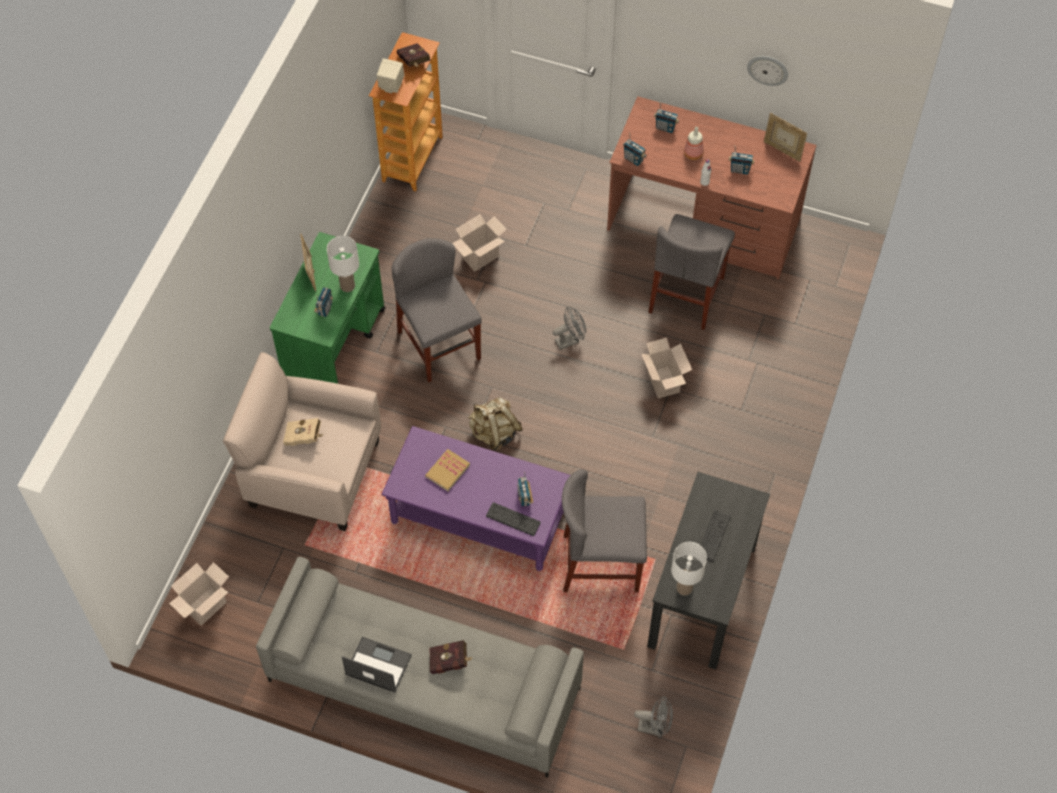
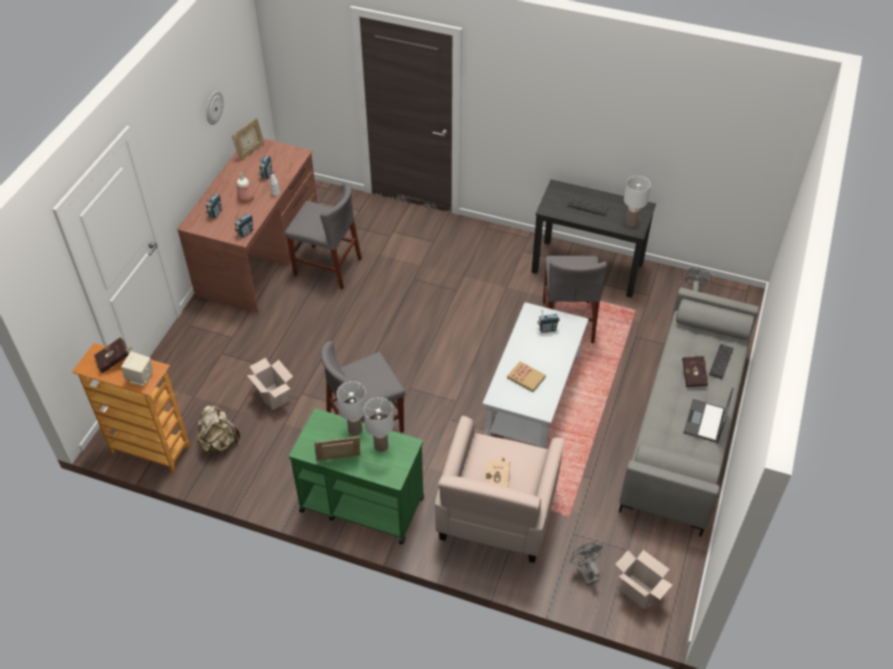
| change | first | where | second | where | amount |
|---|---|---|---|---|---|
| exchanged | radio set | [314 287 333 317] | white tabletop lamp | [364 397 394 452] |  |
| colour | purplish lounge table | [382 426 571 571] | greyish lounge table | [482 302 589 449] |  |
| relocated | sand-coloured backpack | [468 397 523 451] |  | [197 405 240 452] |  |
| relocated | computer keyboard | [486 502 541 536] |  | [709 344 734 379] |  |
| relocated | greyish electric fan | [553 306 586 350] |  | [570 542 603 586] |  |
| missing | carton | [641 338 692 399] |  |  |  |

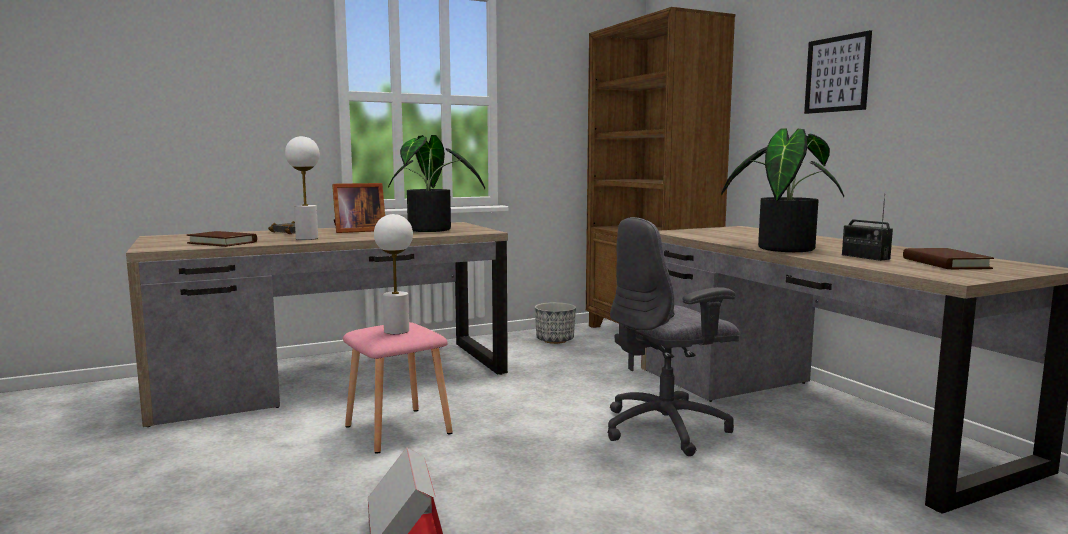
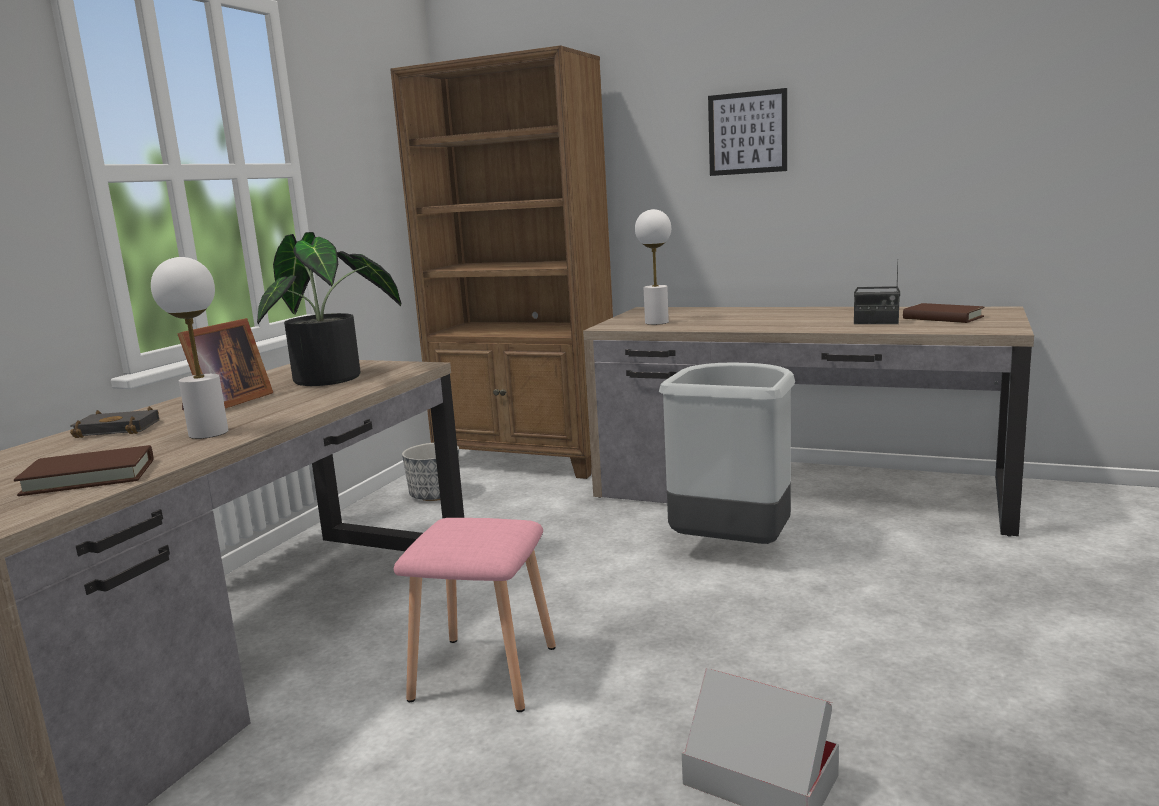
| change | first | where | second | where | amount |
|---|---|---|---|---|---|
| relocated | white tabletop lamp | [374 214 413 334] |  | [635 209 671 325] |  |
| exchanged | greyish desk chair | [608 217 740 456] | greyish rubbish bin | [659 362 795 544] |  |
| missing | houseplant | [721 128 844 252] |  |  |  |

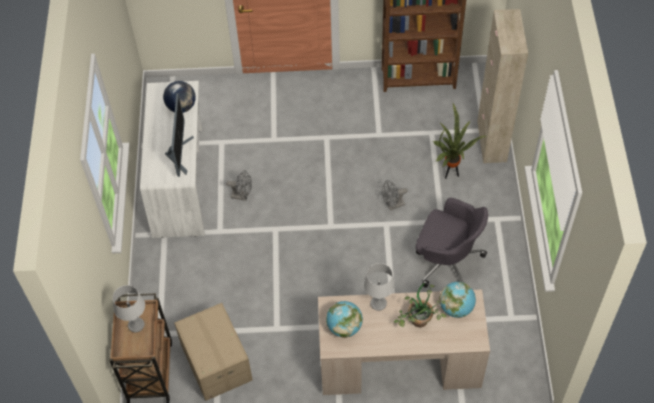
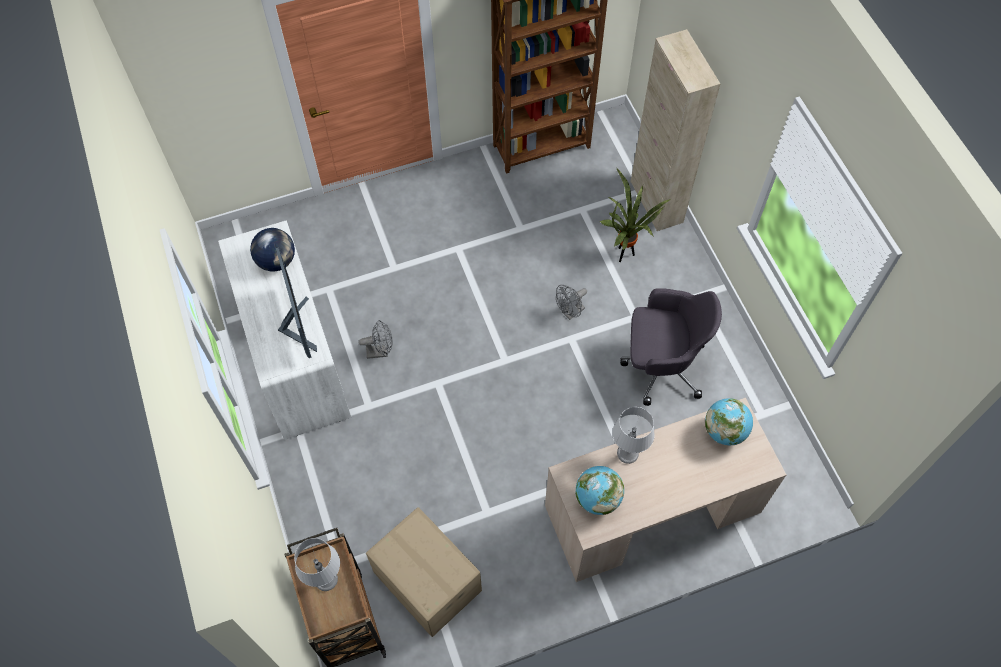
| change | first | where | second | where | amount |
|---|---|---|---|---|---|
| missing | houseplant | [394 283 447 328] |  |  |  |

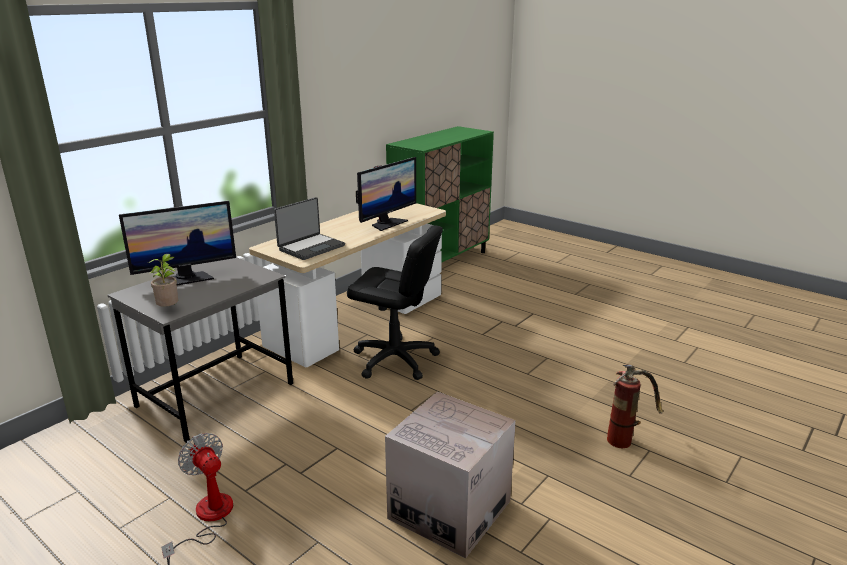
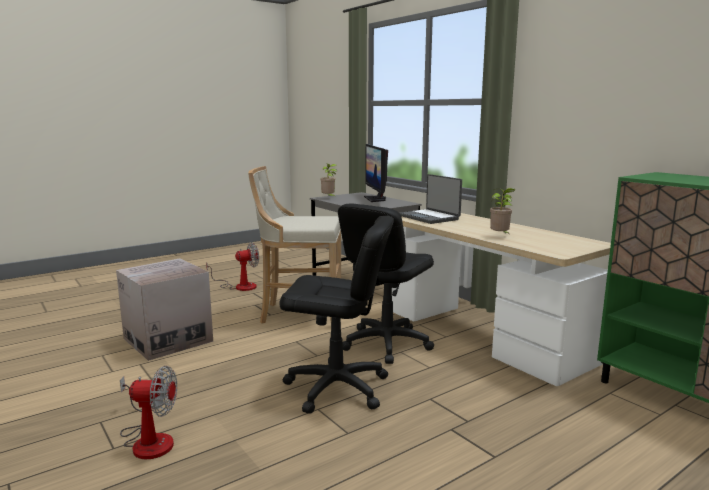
| change | first | where | second | where | amount |
|---|---|---|---|---|---|
| exchanged | computer screen | [356 157 416 231] | houseplant | [490 188 516 234] |  |
| exchanged | extinguisher | [607 365 663 448] | electric fan | [120 366 177 459] |  |
| appeared |  |  | sand-coloured stool seat | [248 166 341 324] |  |
| appeared |  |  | black-coloured desk chair | [279 216 394 414] |  |

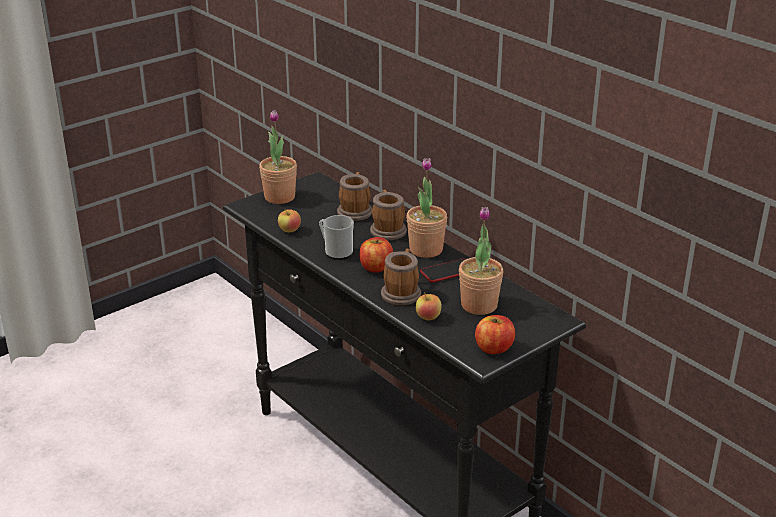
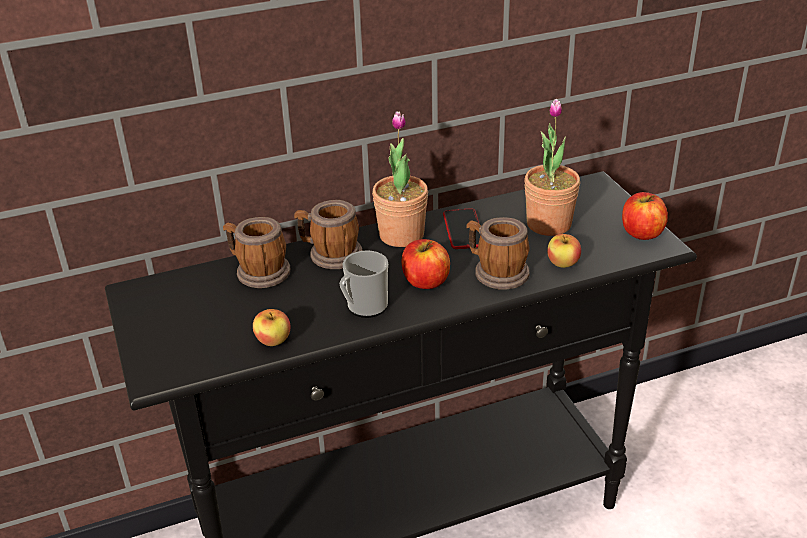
| change | first | where | second | where | amount |
|---|---|---|---|---|---|
| missing | houseplant | [259 110 297 204] |  |  |  |

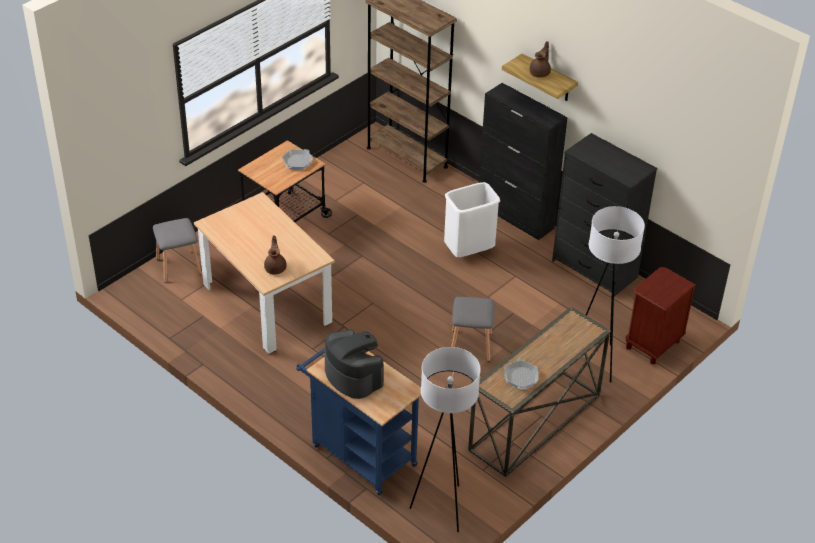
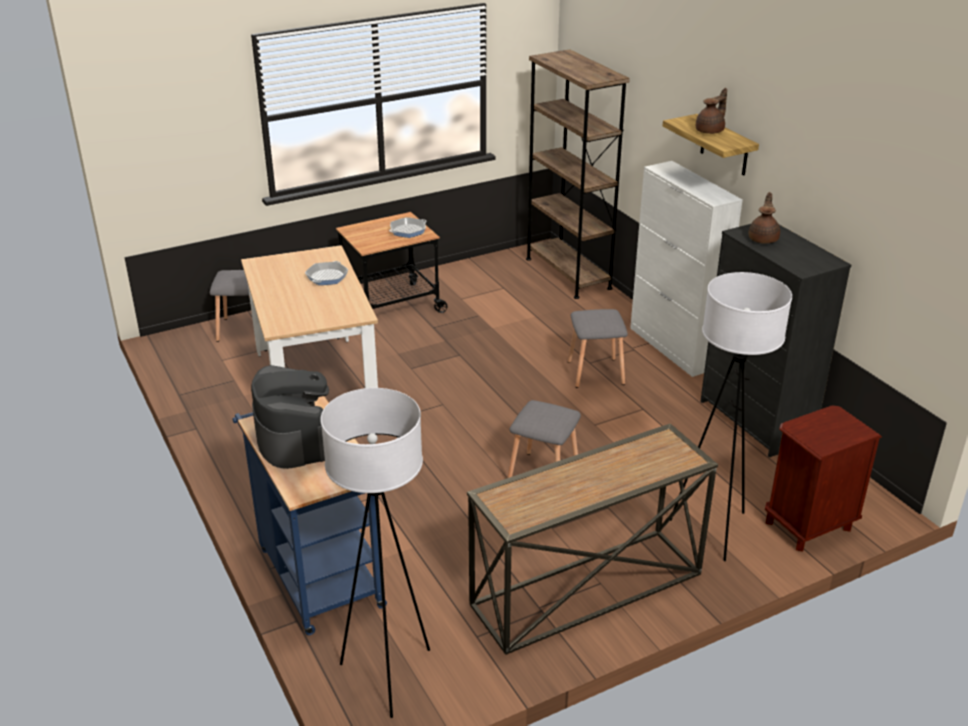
| change | first | where | second | where | amount |
|---|---|---|---|---|---|
| relocated | brownish teapot | [264 235 286 275] |  | [749 192 780 243] |  |
| exchanged | white rubbish bin | [444 182 500 257] | greyish stool seat | [568 309 628 388] |  |
| colour | black-coloured cupboard | [479 83 568 240] | white cupboard | [630 161 743 377] |  |
| relocated | pan | [504 359 539 389] |  | [305 261 348 285] |  |

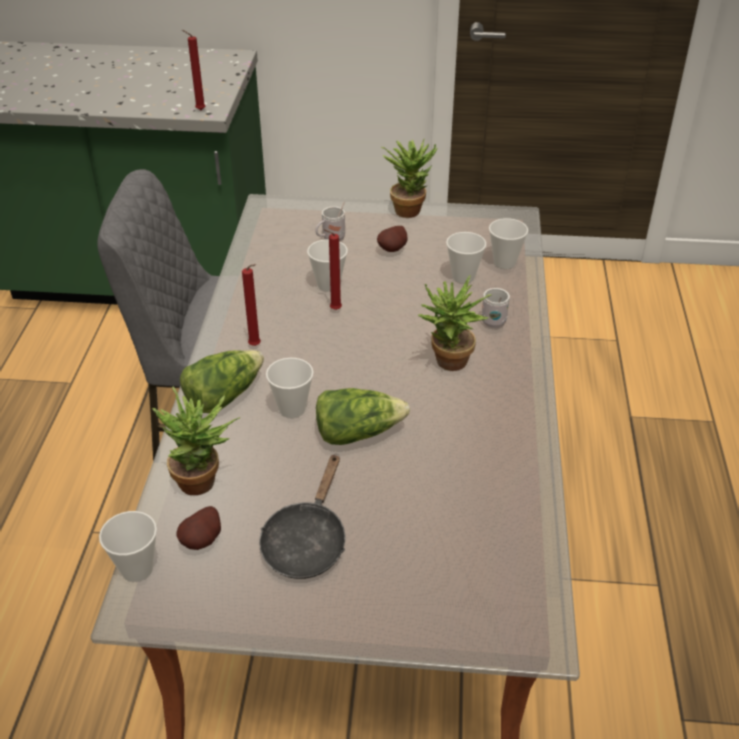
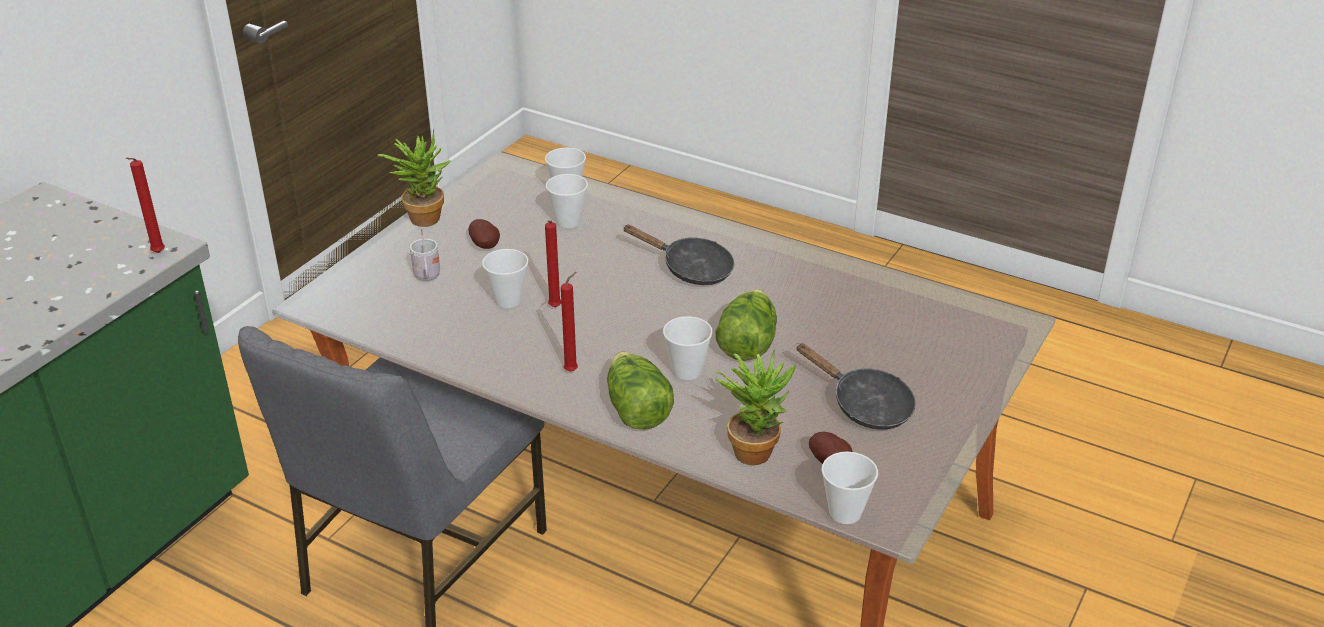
| change | first | where | second | where | amount |
|---|---|---|---|---|---|
| exchanged | houseplant | [418 275 492 371] | black-coloured pan | [623 225 734 285] |  |
| missing | white mug | [482 288 510 328] |  |  |  |

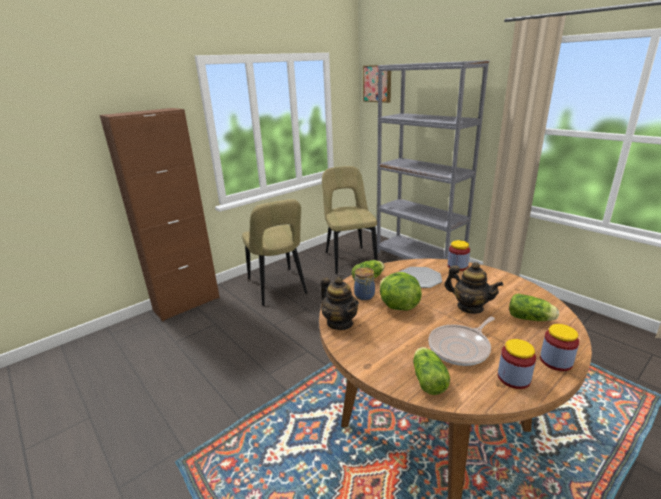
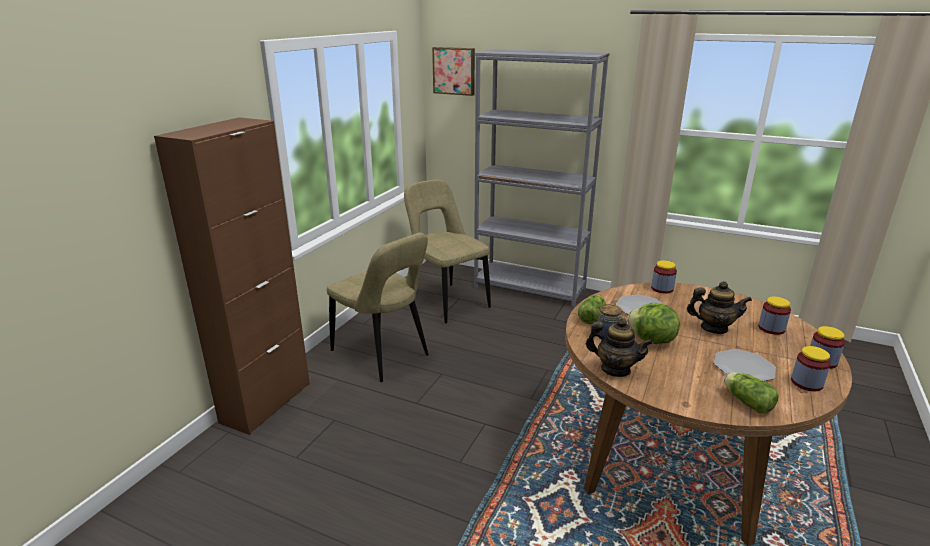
| change | first | where | second | where | amount |
|---|---|---|---|---|---|
| exchanged | pan | [428 317 495 366] | plate | [714 349 776 381] |  |
| exchanged | head of lettuce | [509 294 559 321] | jar | [758 296 791 335] |  |

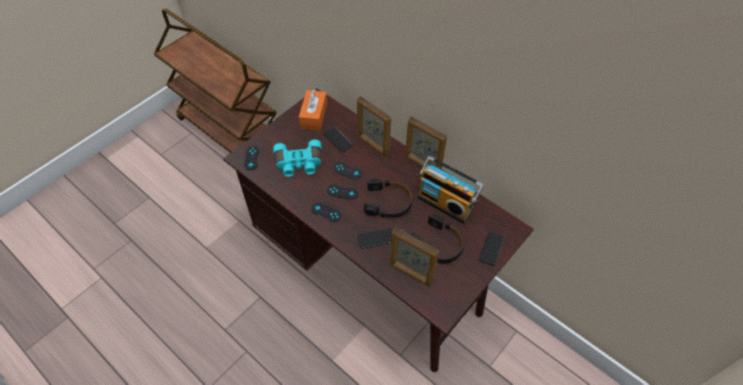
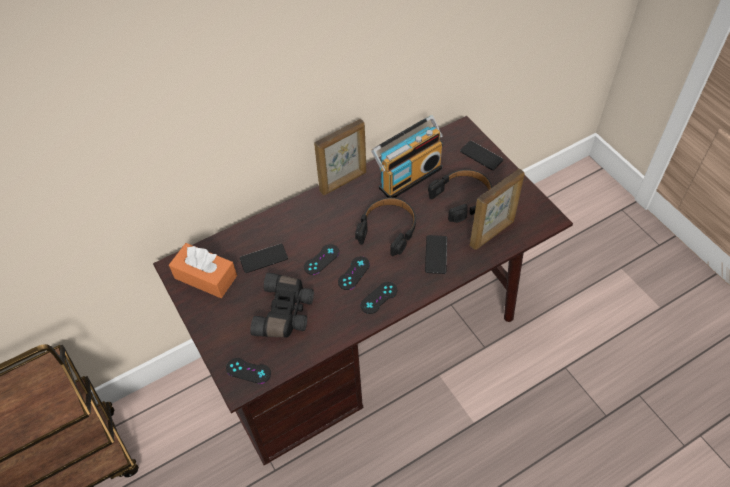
| change | first | where | second | where | amount |
|---|---|---|---|---|---|
| colour | blue-green pair of binoculars | [273 140 322 177] | black-coloured pair of binoculars | [250 273 314 338] |  |
| missing | picture frame | [357 96 391 157] |  |  |  |

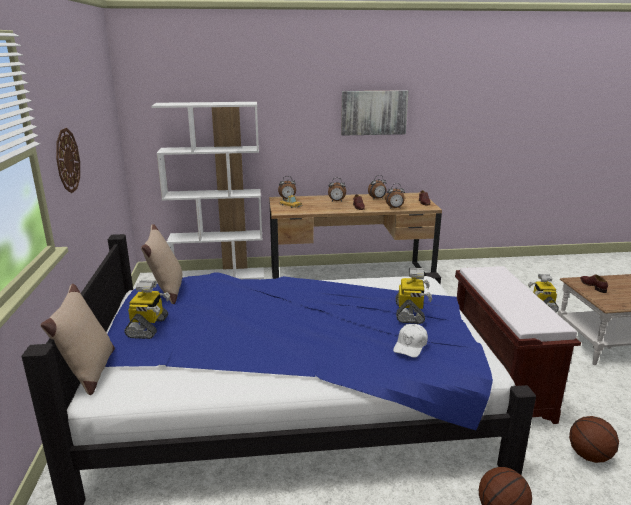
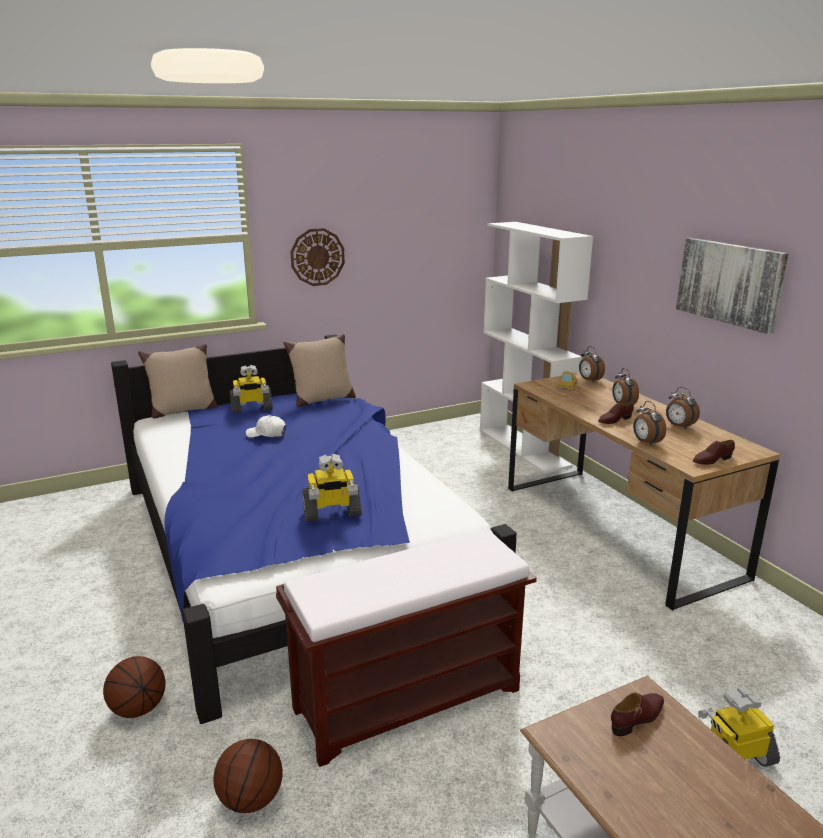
| change | first | where | second | where | amount |
|---|---|---|---|---|---|
| relocated | white cap | [393 324 428 358] |  | [246 415 286 437] |  |

